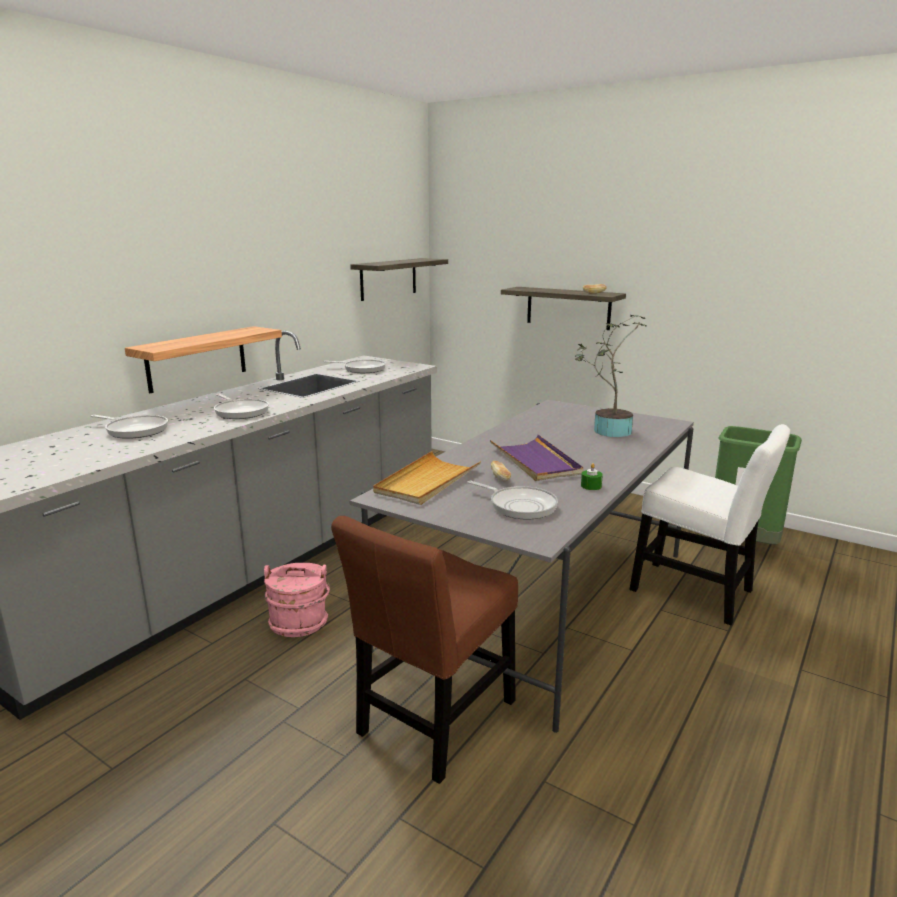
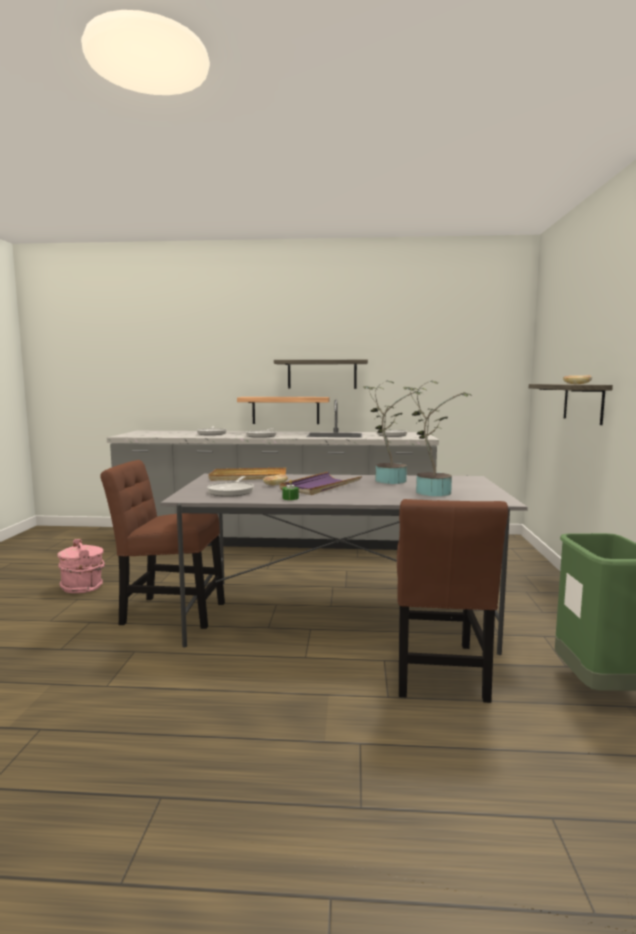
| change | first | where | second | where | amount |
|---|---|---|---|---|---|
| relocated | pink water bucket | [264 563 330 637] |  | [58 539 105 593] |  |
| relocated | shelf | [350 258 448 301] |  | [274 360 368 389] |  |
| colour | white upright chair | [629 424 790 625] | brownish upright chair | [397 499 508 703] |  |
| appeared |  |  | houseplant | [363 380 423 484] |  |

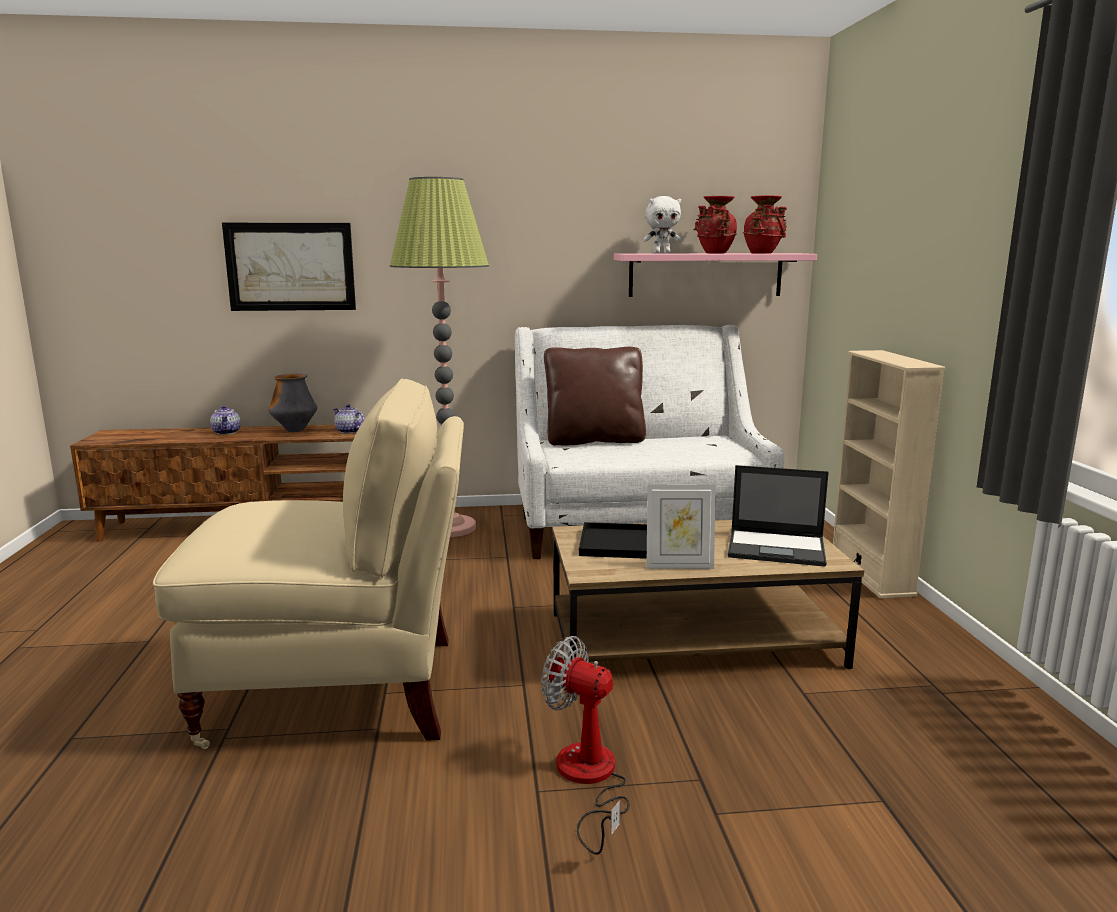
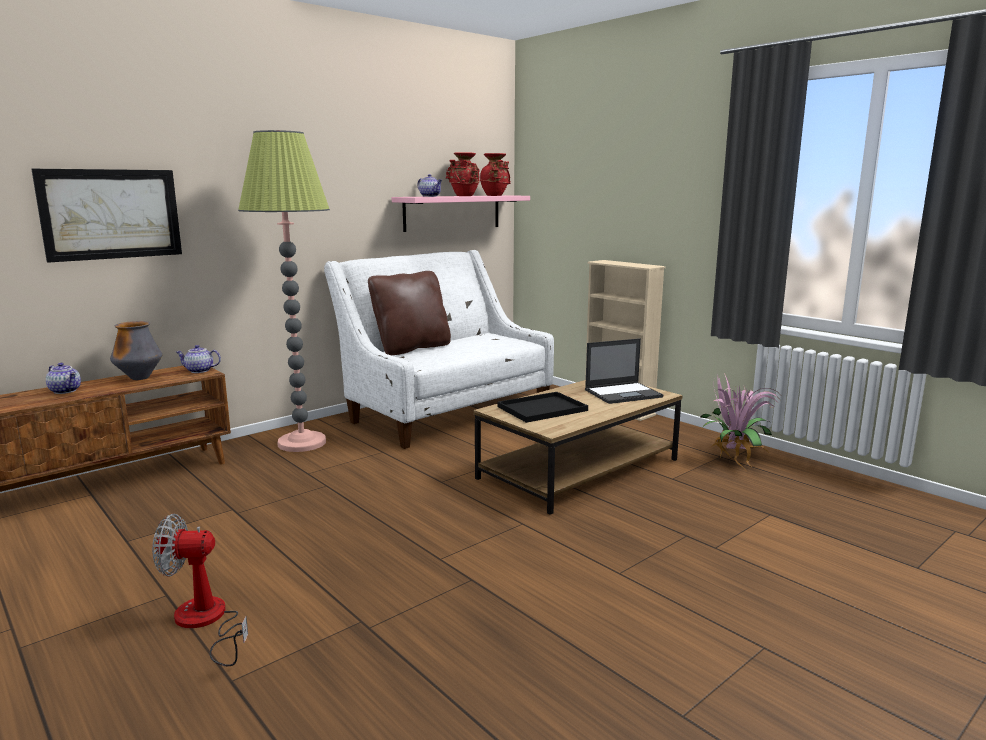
| change | first | where | second | where | amount |
|---|---|---|---|---|---|
| missing | sand-coloured upright chair | [153 379 464 749] |  |  |  |
| relocated | electric fan | [541 636 629 855] |  | [152 514 248 666] |  |
| exchanged | white soft toy | [643 196 681 253] | teapot | [418 174 442 197] |  |
| missing | picture frame | [646 484 716 569] |  |  |  |
| appeared |  |  | houseplant | [700 373 780 473] |  |

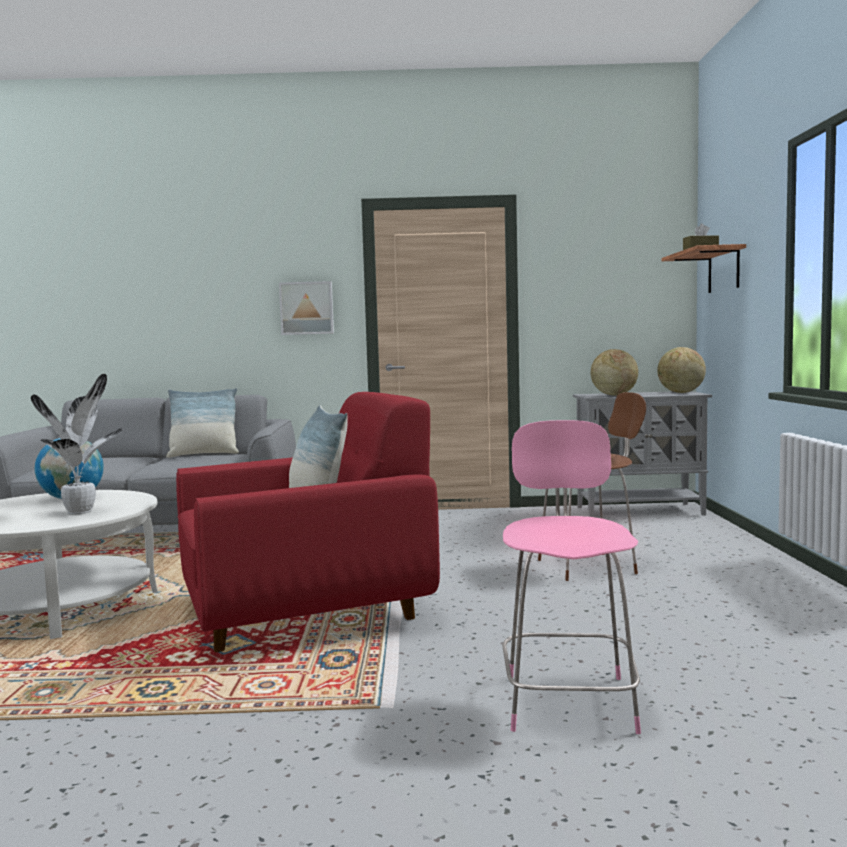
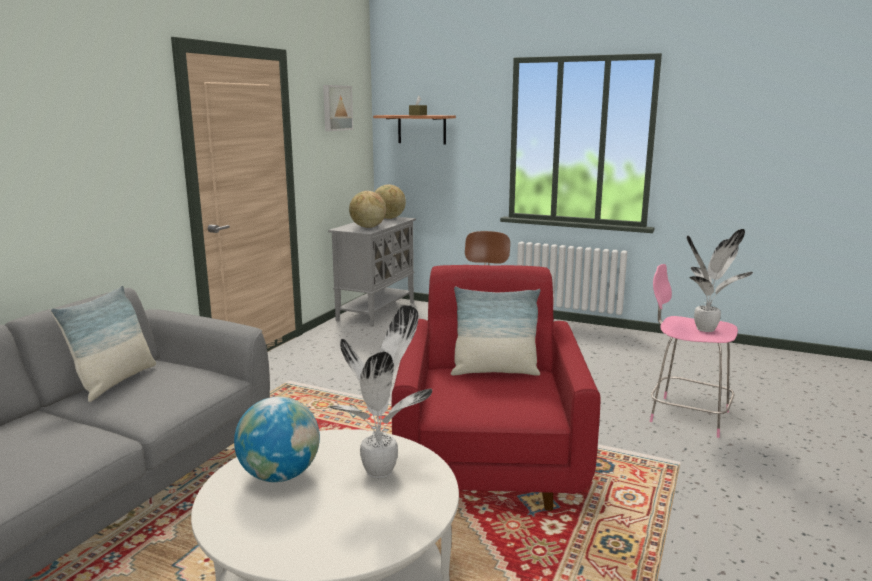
| change | first | where | second | where | amount |
|---|---|---|---|---|---|
| relocated | picture | [279 281 334 335] |  | [323 85 353 131] |  |
| appeared |  |  | houseplant | [687 229 753 332] |  |

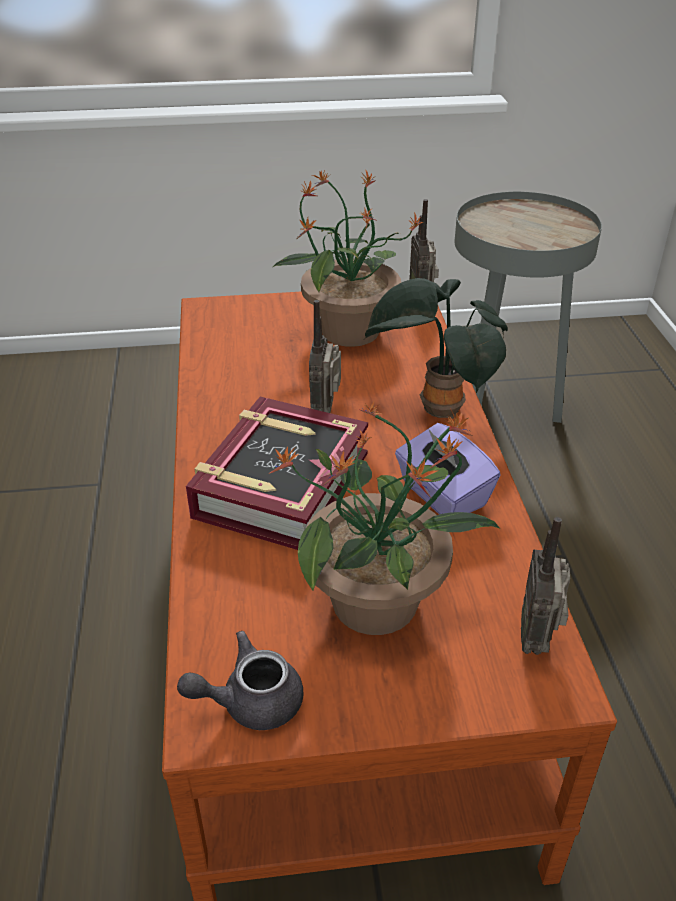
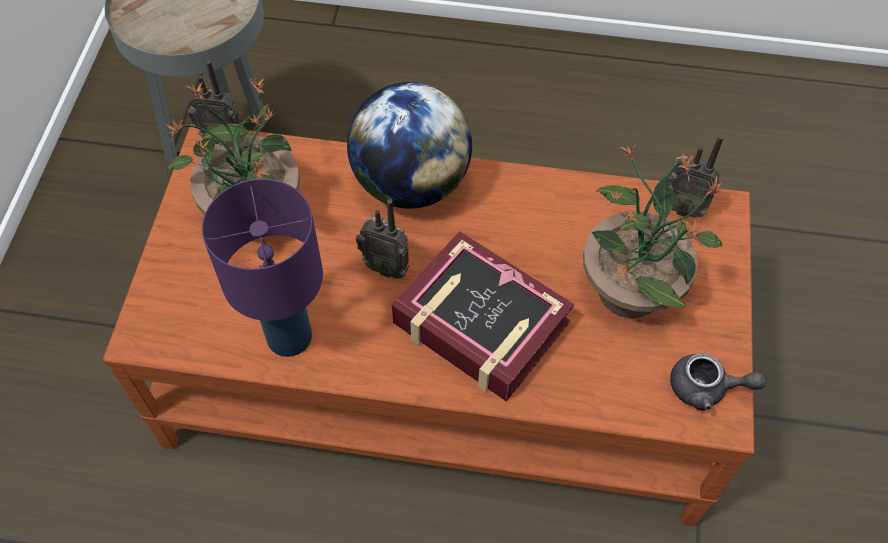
| change | first | where | second | where | amount |
|---|---|---|---|---|---|
| spun | greyish teapot | [177 631 304 730] |  | [670 353 766 411] | 75 degrees counterclockwise |
| exchanged | houseplant | [363 278 508 419] | world globe | [347 82 472 209] |  |
| missing | purplish tissue box | [395 423 501 515] |  |  |  |
| appeared |  |  | purplish tabletop lamp | [202 179 323 357] |  |

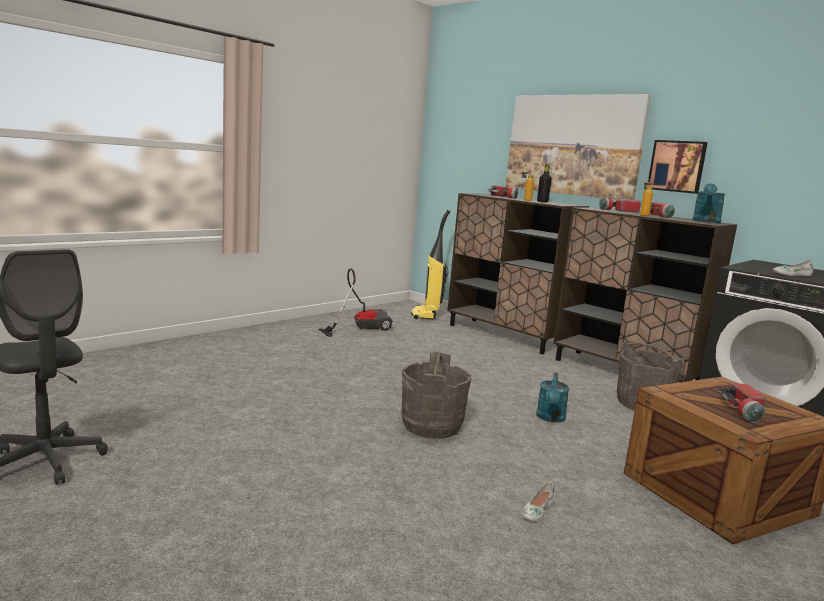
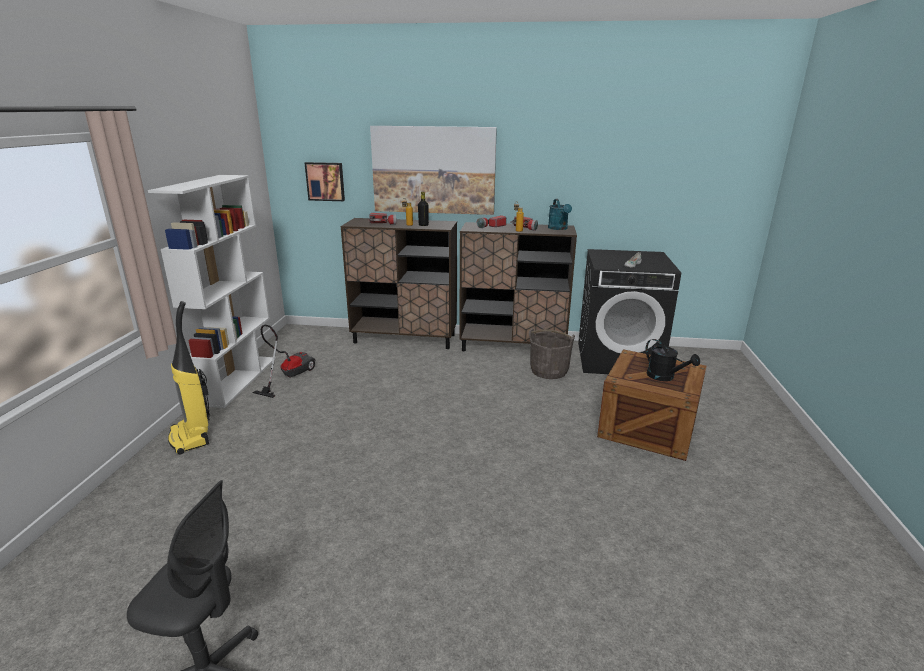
| change | first | where | second | where | amount |
|---|---|---|---|---|---|
| missing | greyish water bucket | [401 352 472 439] |  |  |  |
| relocated | hoover | [411 210 450 320] |  | [168 301 210 454] |  |
| missing | white shoe | [522 482 555 522] |  |  |  |
| missing | blue-green watering can | [536 372 569 422] |  |  |  |
| relocated | picture | [648 140 708 194] |  | [305 162 345 201] |  |
| exchanged | hand torch | [718 383 765 423] | black-coloured watering can | [645 339 700 381] |  |
| appeared |  |  | white bookshelf | [148 175 276 408] |  |

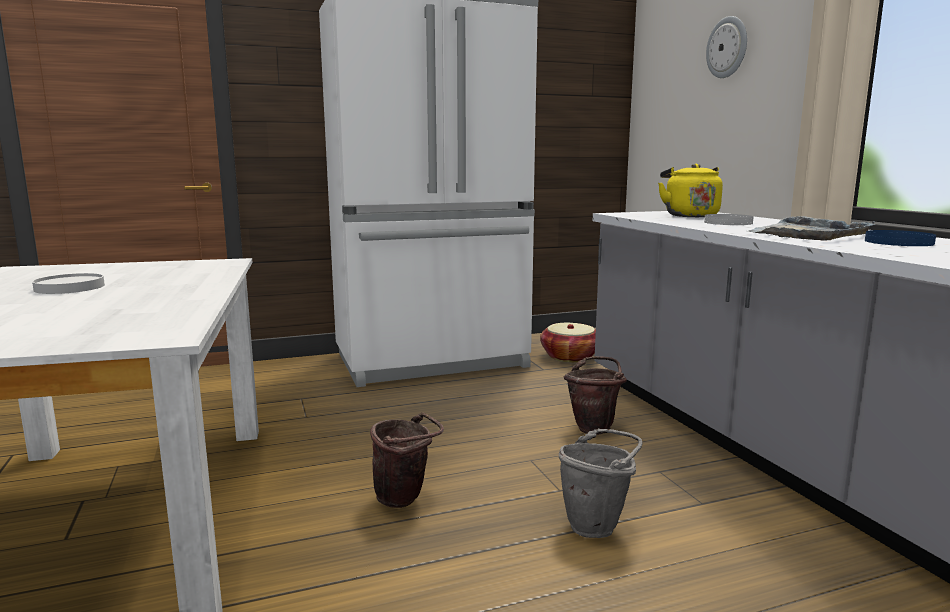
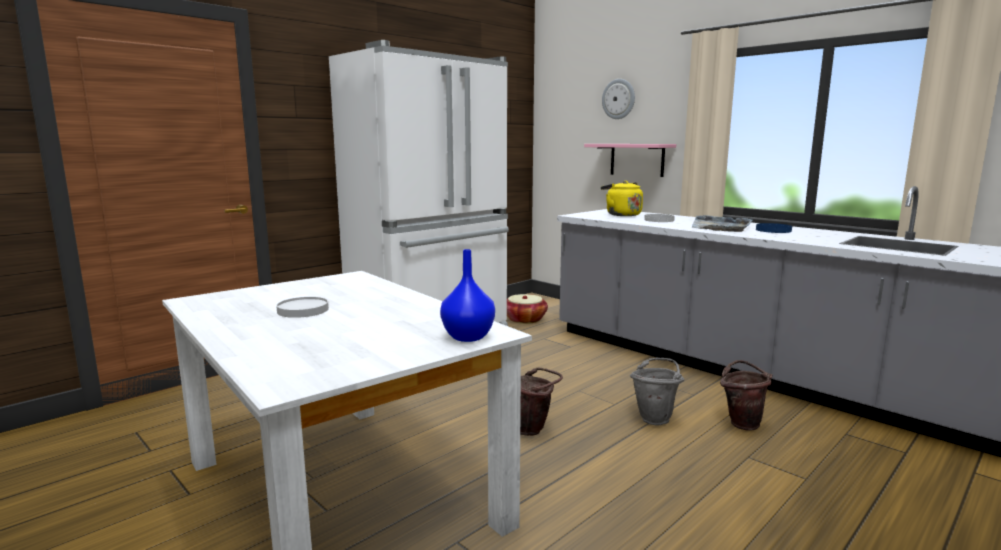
| change | first | where | second | where | amount |
|---|---|---|---|---|---|
| relocated | brownish water bucket | [563 356 627 435] |  | [720 360 772 430] |  |
| appeared |  |  | blue flower vase | [440 249 495 342] |  |
| appeared |  |  | pink shelf | [584 144 676 177] |  |

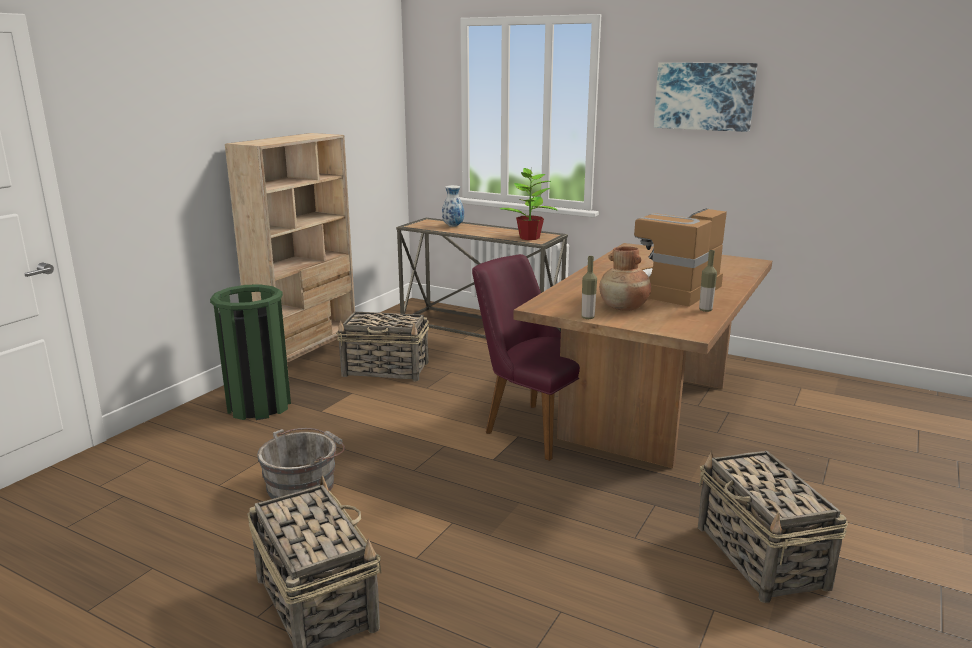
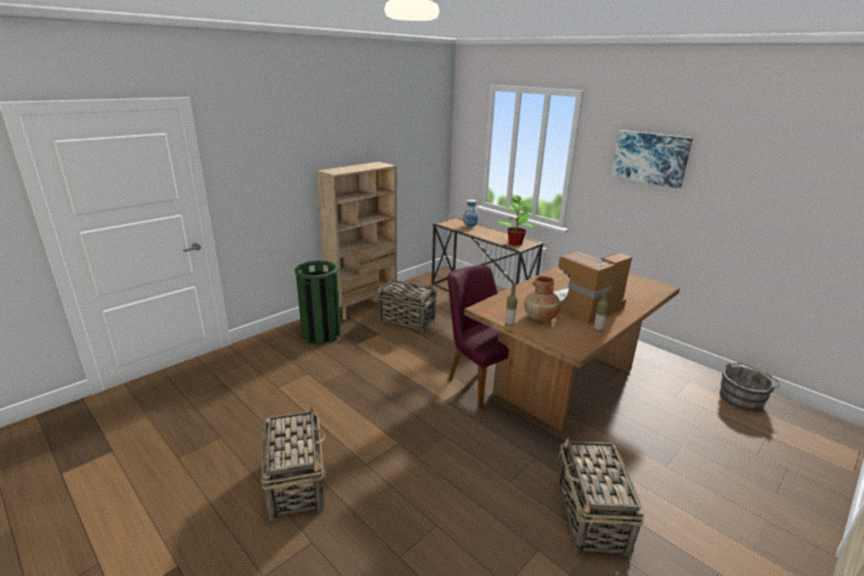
| change | first | where | second | where | amount |
|---|---|---|---|---|---|
| relocated | greyish water bucket | [258 428 345 499] |  | [720 363 780 411] |  |

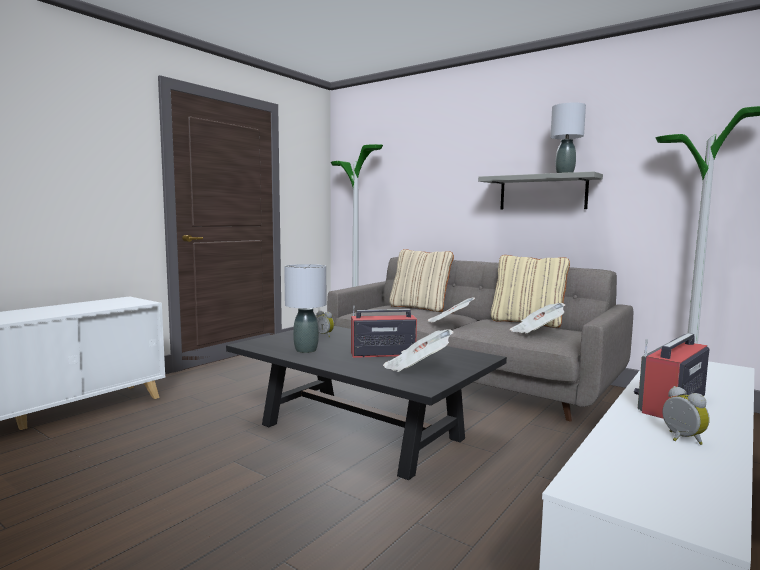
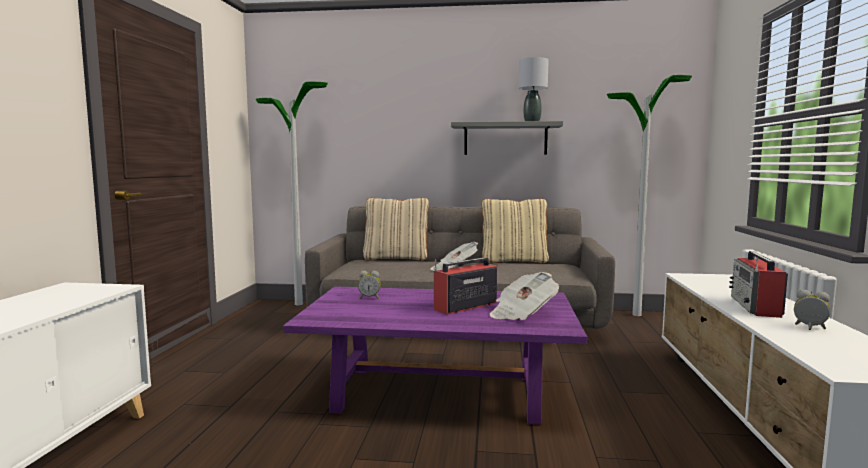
| change | first | where | second | where | amount |
|---|---|---|---|---|---|
| colour | black-coloured lounge table | [226 326 507 480] | purplish lounge table | [283 286 587 425] |  |
| missing | greyish tabletop lamp | [284 264 326 353] |  |  |  |
| missing | daily paper | [510 303 565 333] |  |  |  |

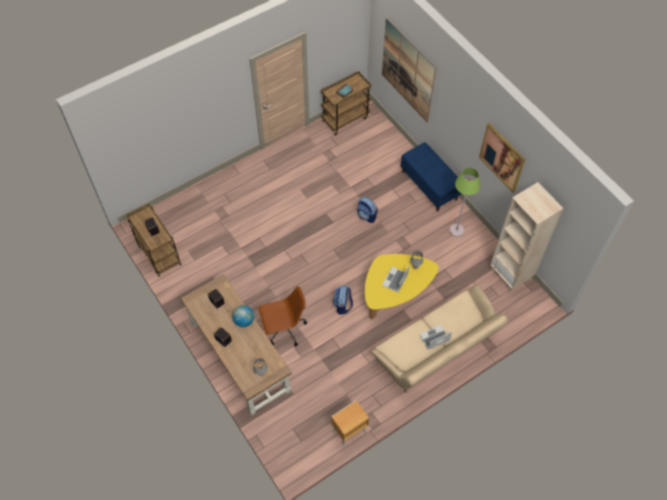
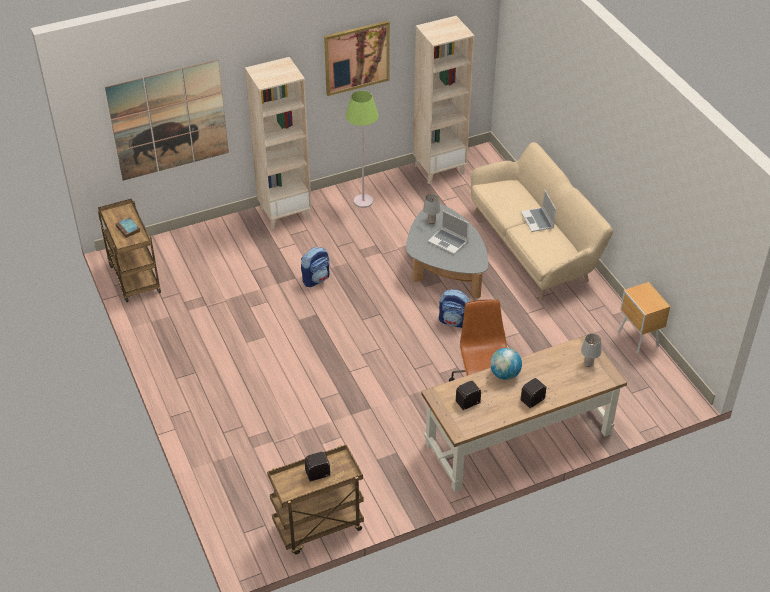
| change | first | where | second | where | amount |
|---|---|---|---|---|---|
| colour | yellowish lounge table | [365 254 439 319] | greyish lounge table | [406 204 488 299] |  |
| exchanged | blue bench | [400 142 461 211] | sand-coloured bookshelf | [245 57 312 230] |  |

